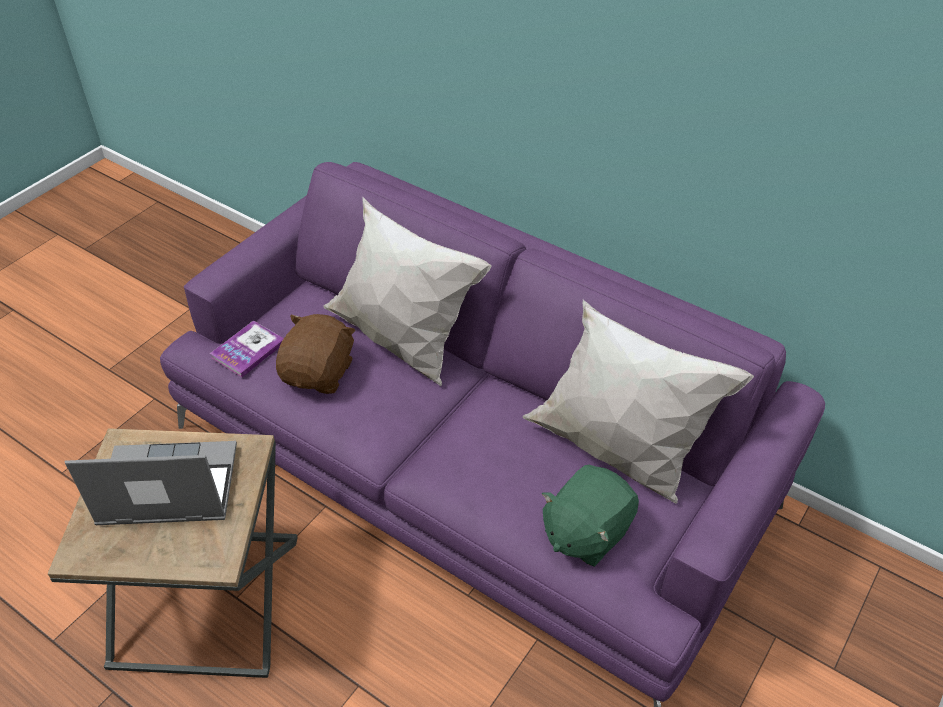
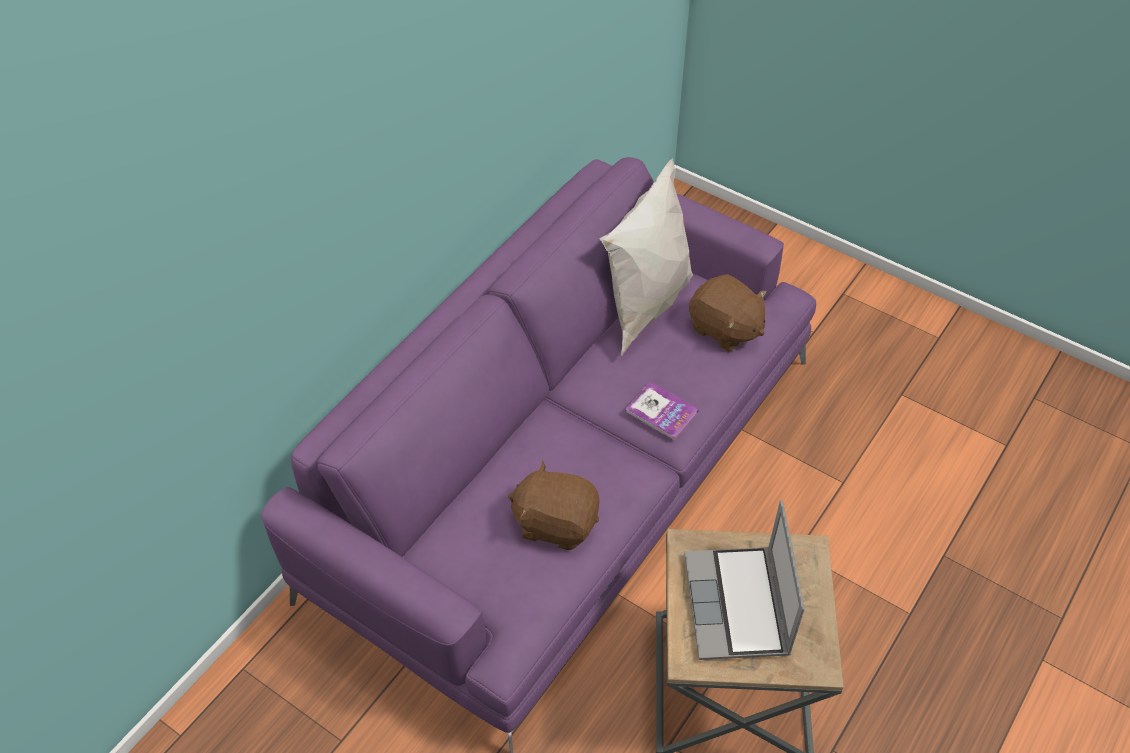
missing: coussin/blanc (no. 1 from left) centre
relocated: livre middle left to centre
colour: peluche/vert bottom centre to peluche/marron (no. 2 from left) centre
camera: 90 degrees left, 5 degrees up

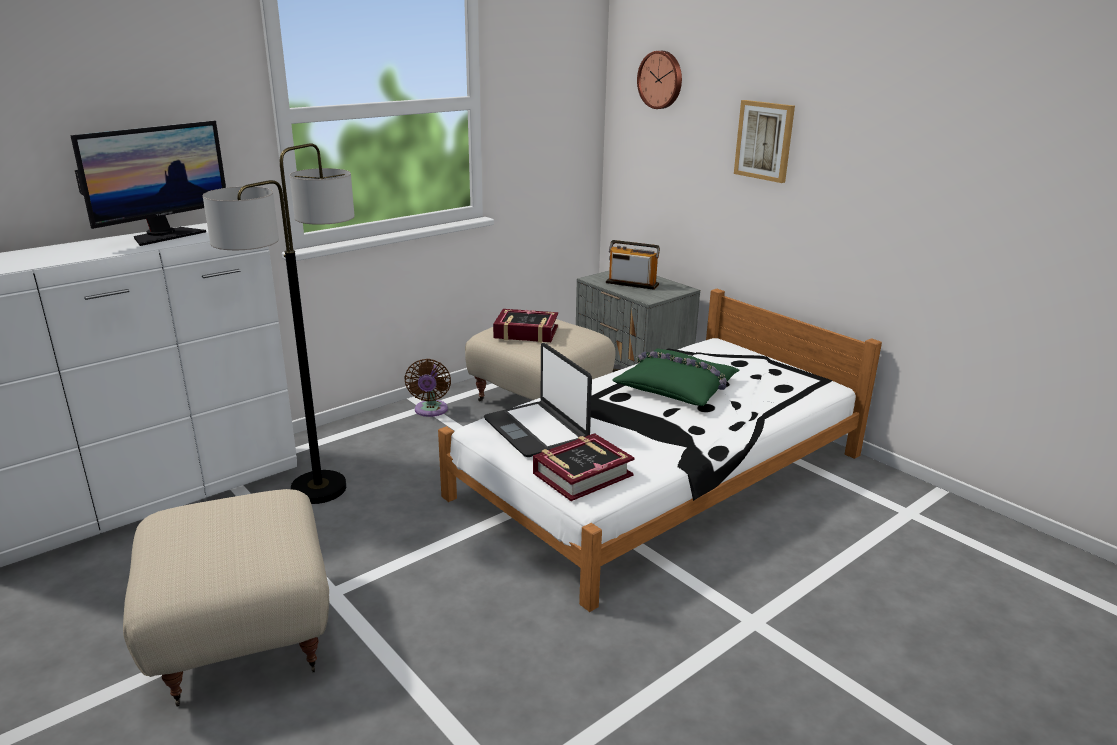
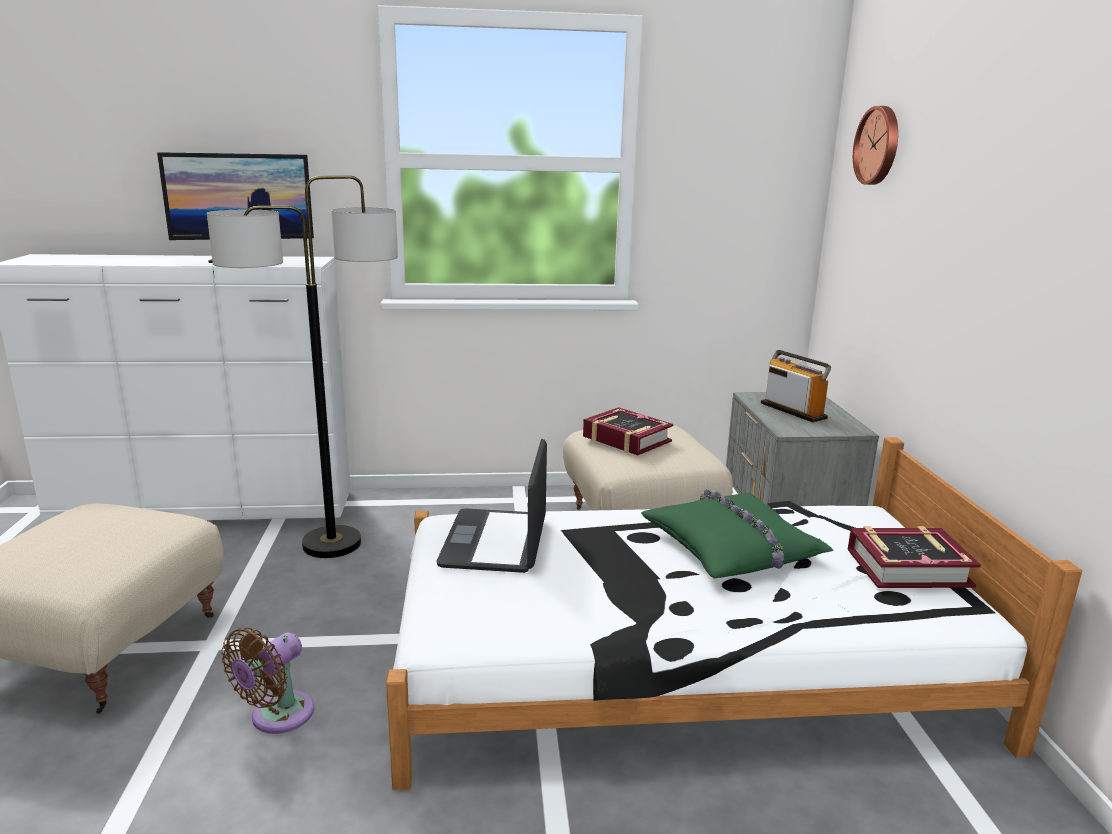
missing: tableau top right
relocated: ventilateur/marron centre to bottom left; livre (no. 2 from left) centre to bottom right
camera: 35 degrees right, 5 degrees down

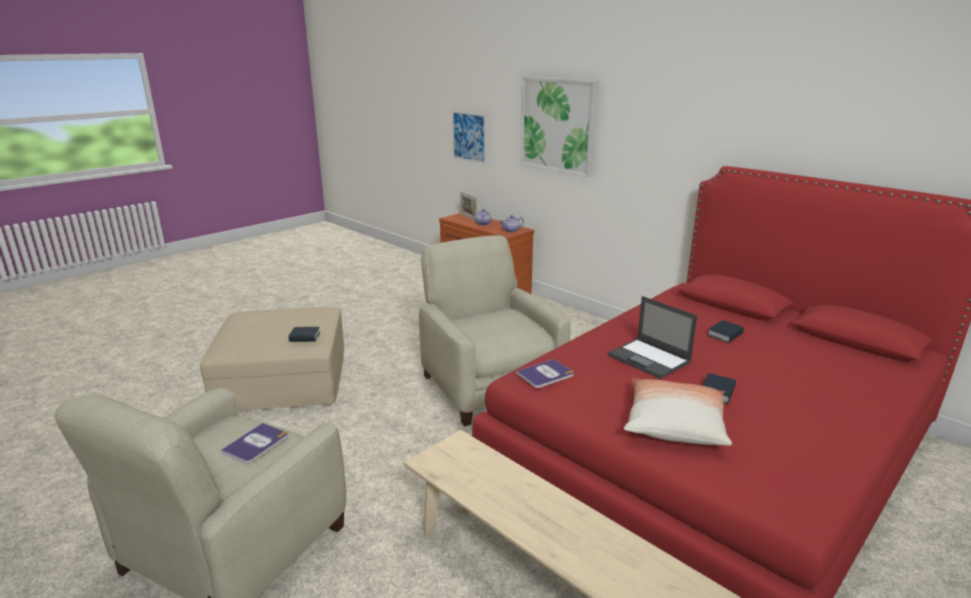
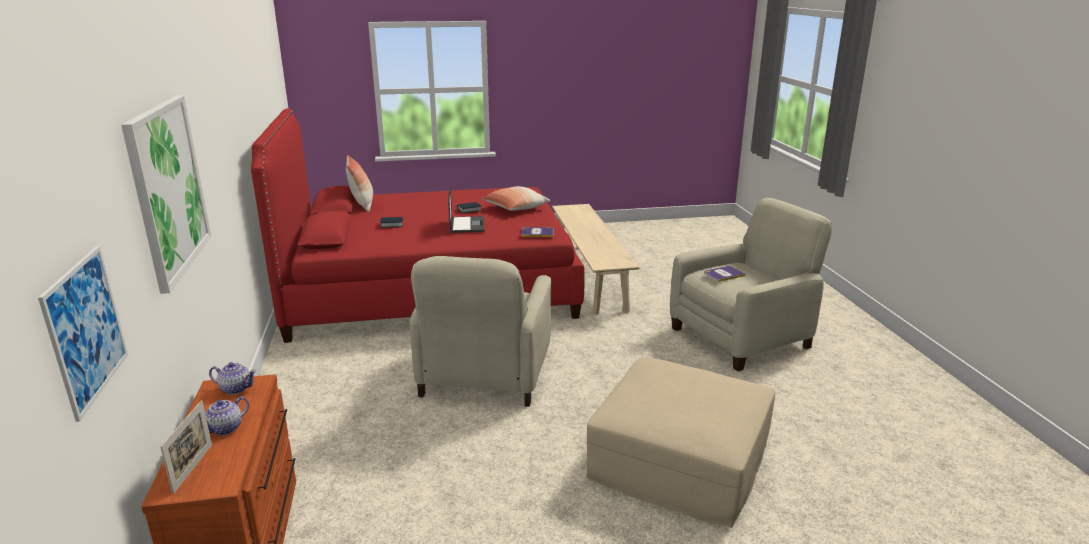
missing: livre (no. 2 from left) middle left
appeared: coussin (no. 1 from left) middle left
camera: 145 degrees left, 0 degrees up

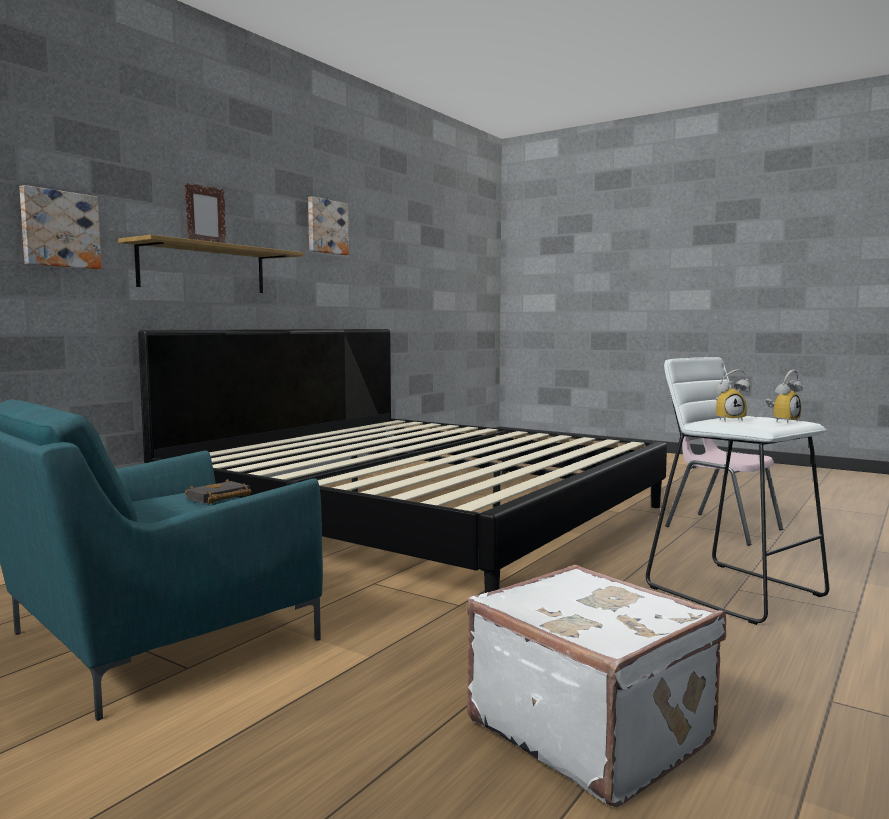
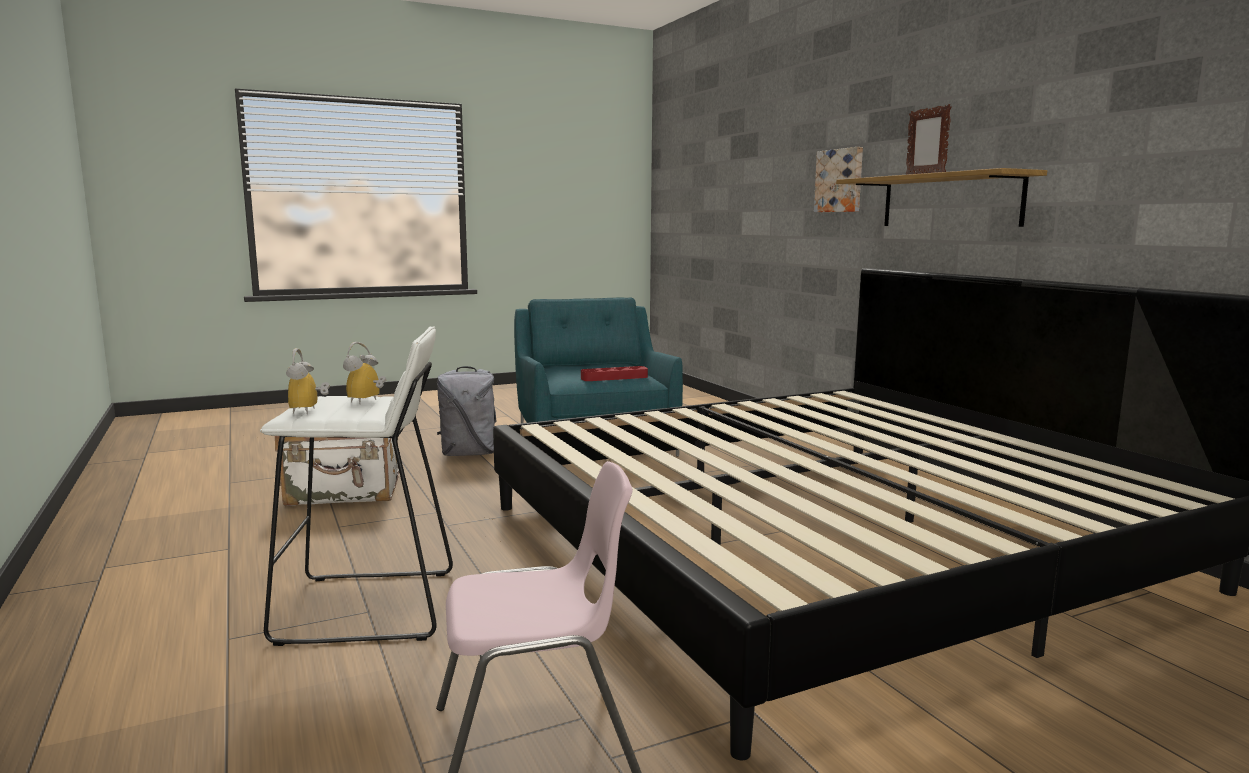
missing: tableau (no. 2 from left) top centre
appeared: sac à dos/gris centre
exchanged: livre/noir middle left to plateau/rouge centre
camera: 120 degrees right, 5 degrees up

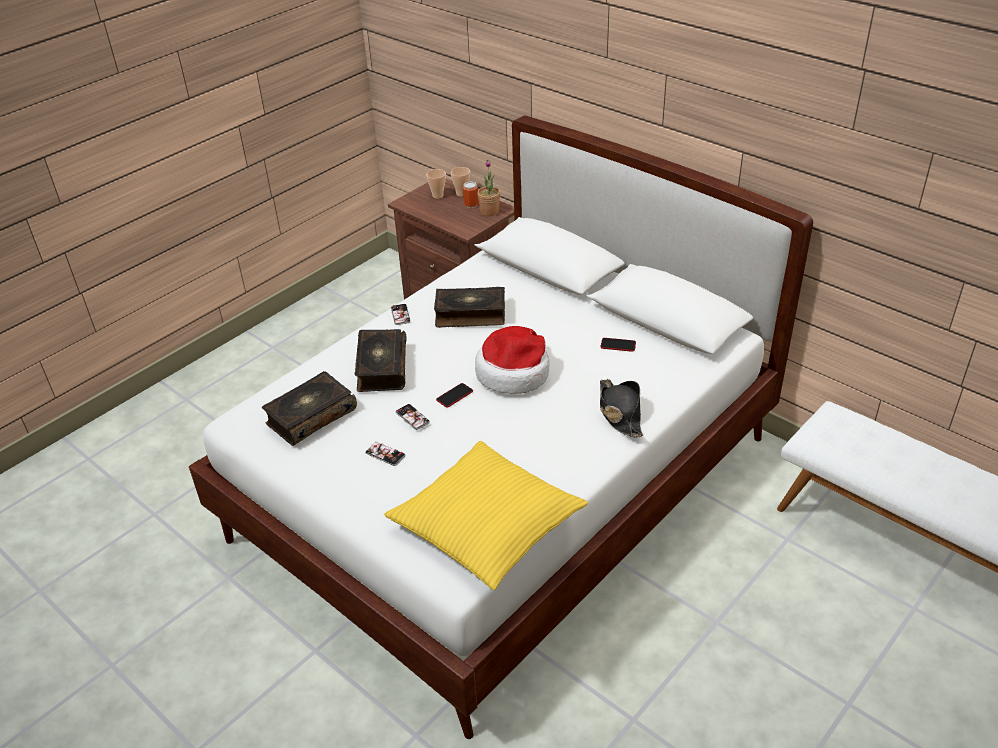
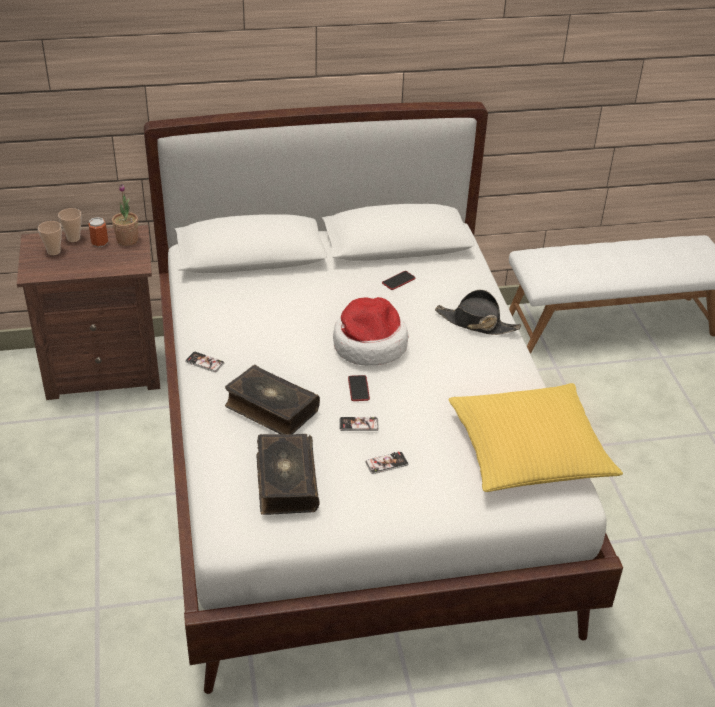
missing: livre (no. 3 from left) centre
camera: 55 degrees left, 0 degrees up

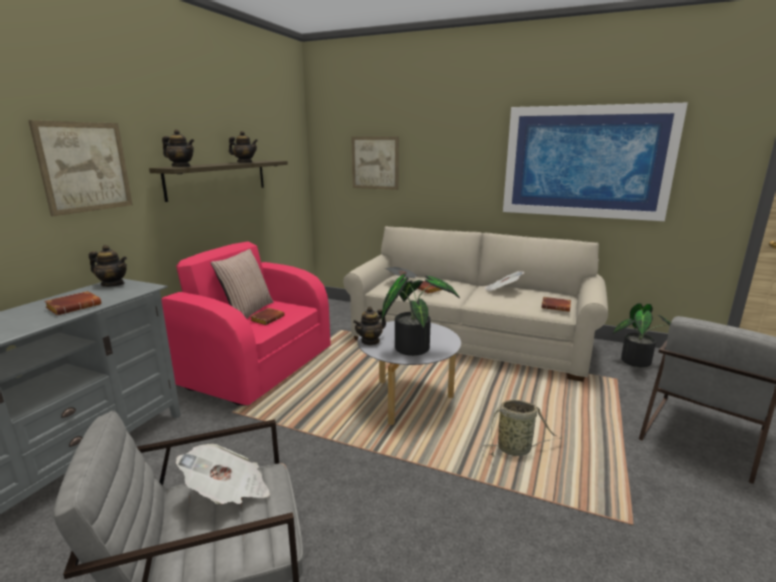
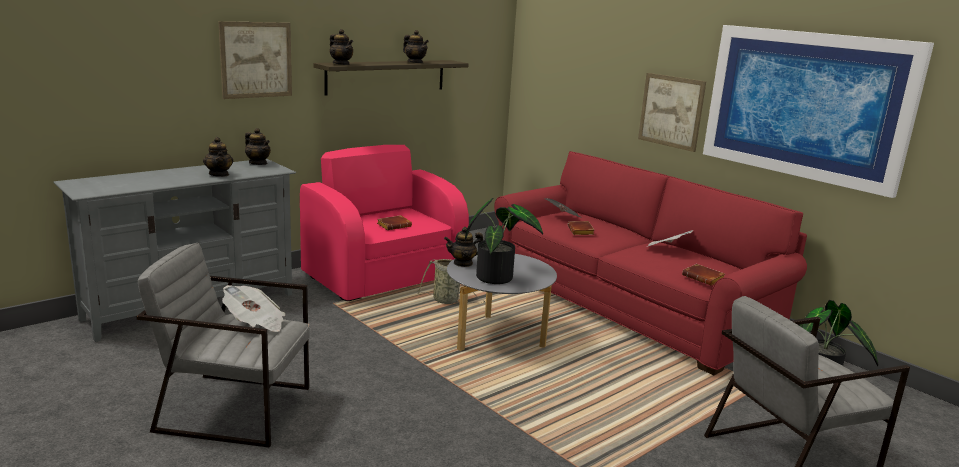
missing: coussin middle left
relocated: tableau (no. 2 from left) top centre to top right; panier bottom right to centre
exchanged: livre/marron (no. 1 from left) middle left to théière (no. 1 from left) middle left
colour: canapé/beige centre to canapé/rouge middle right
camera: 25 degrees right, 0 degrees up

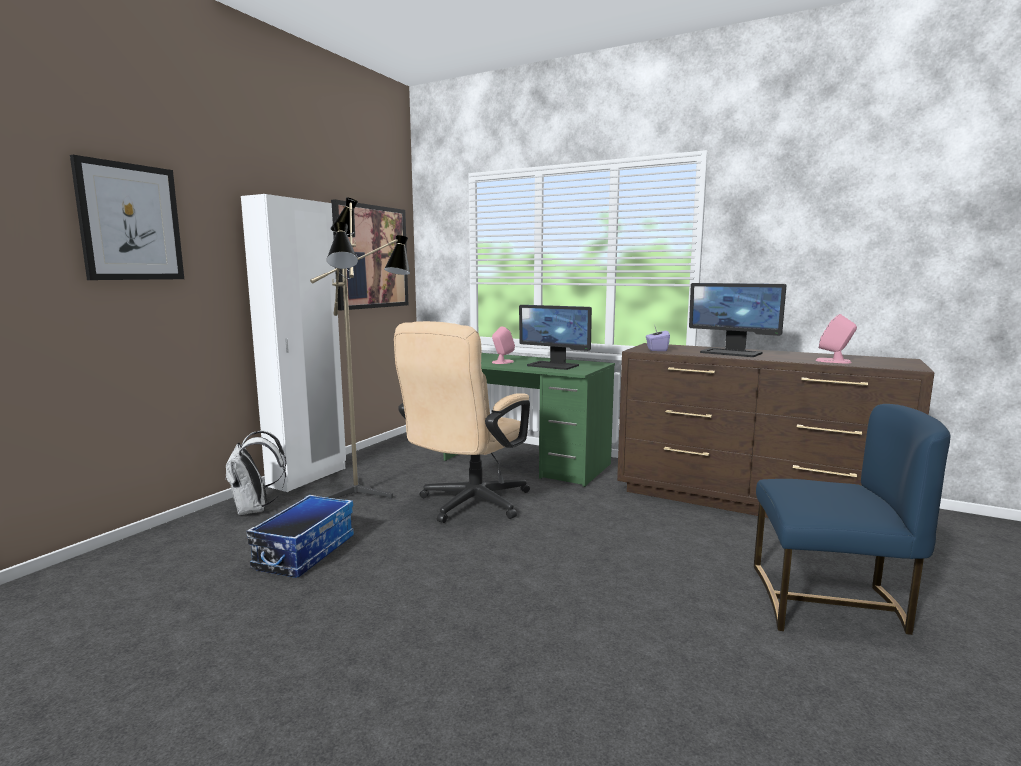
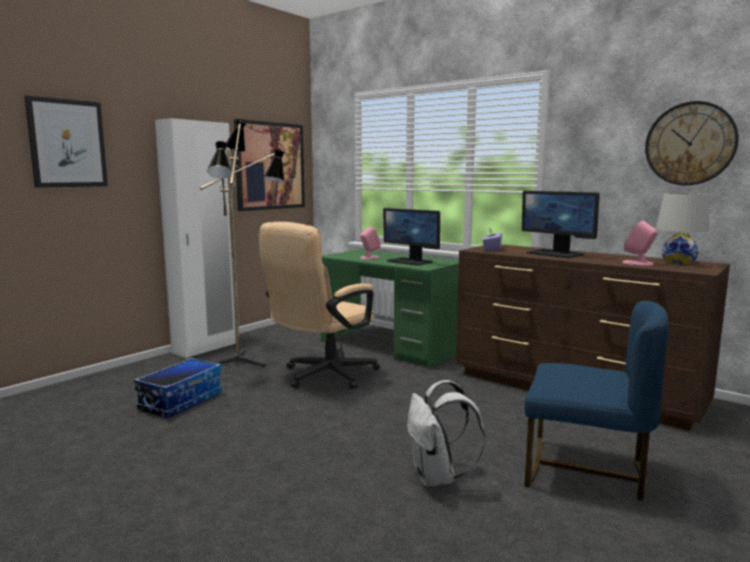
appeared: horloge murale top right; lampe de table/blanc middle right
relocated: sac à dos/blanc middle left to bottom centre
camera: 10 degrees right, 0 degrees up

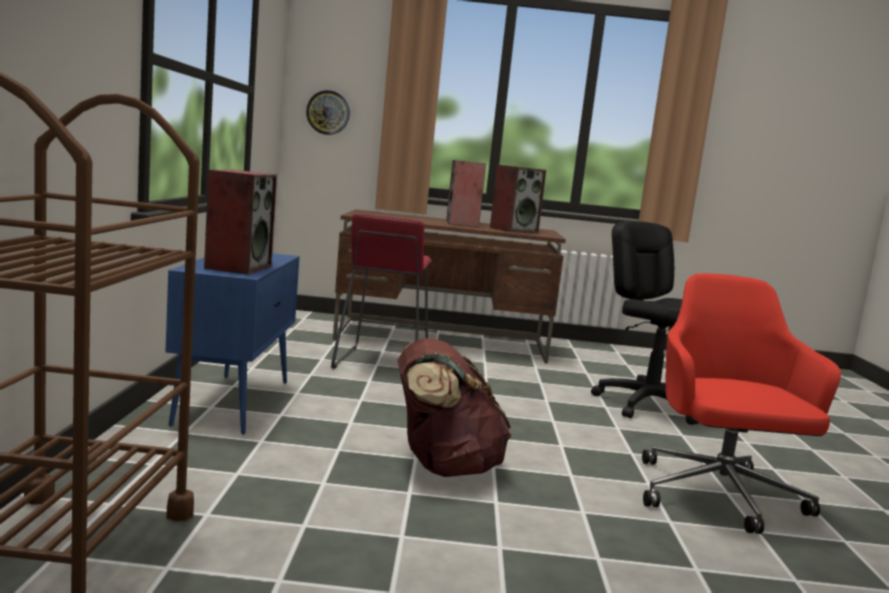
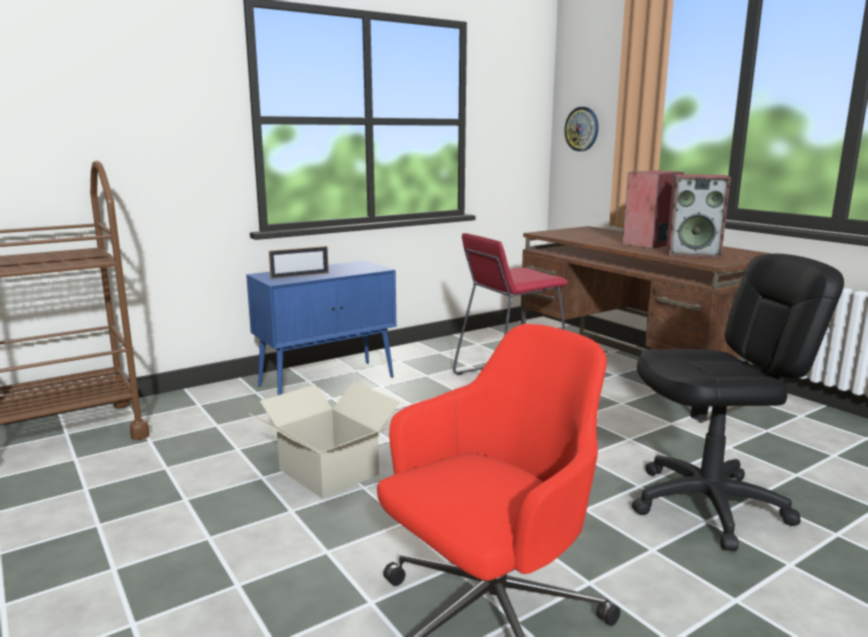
exchanged: enceinte (no. 1 from left) middle left to cadre photo centre; sac à dos/marron bottom centre to carton bottom centre
spun: chaise de bureau/noir middle right = middle right 60 degrees clockwise
camera: 55 degrees right, 5 degrees up

